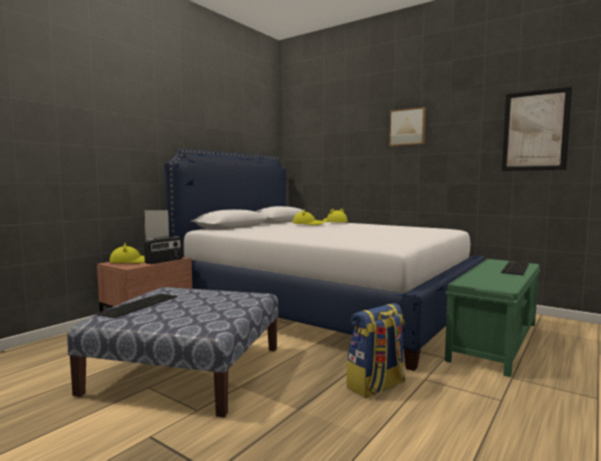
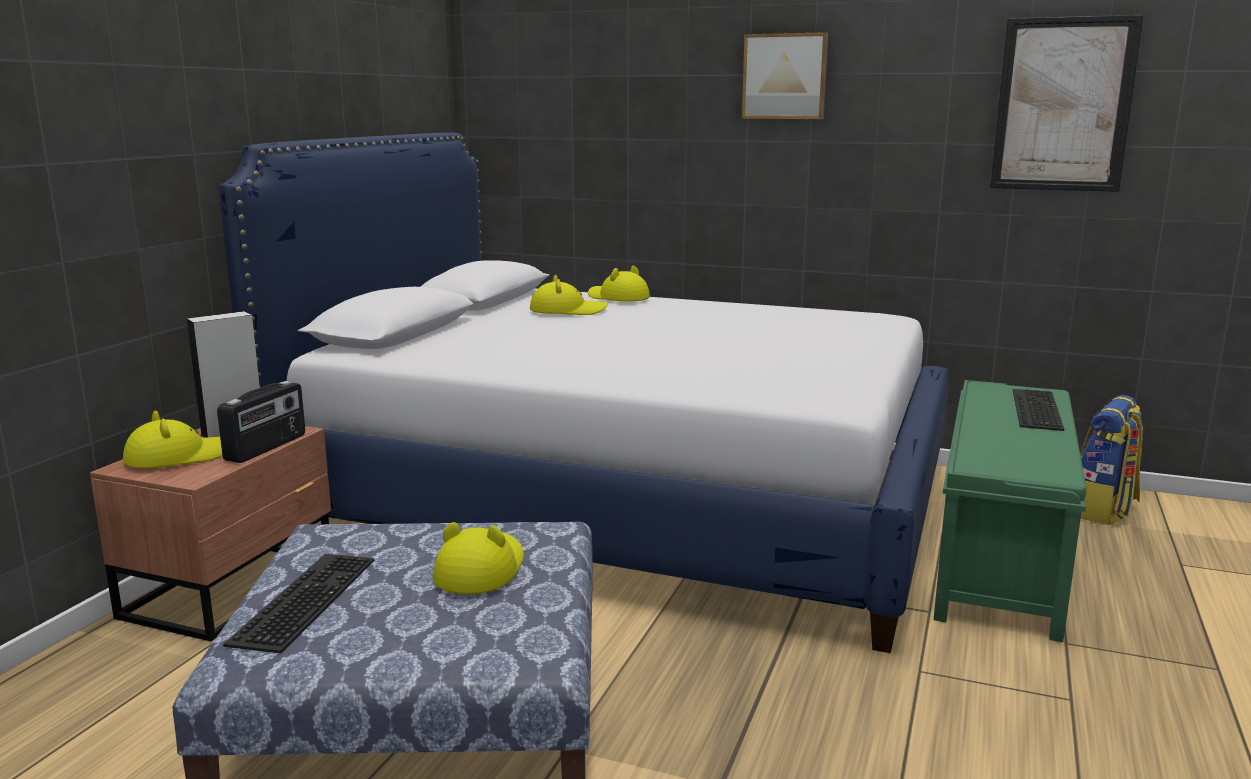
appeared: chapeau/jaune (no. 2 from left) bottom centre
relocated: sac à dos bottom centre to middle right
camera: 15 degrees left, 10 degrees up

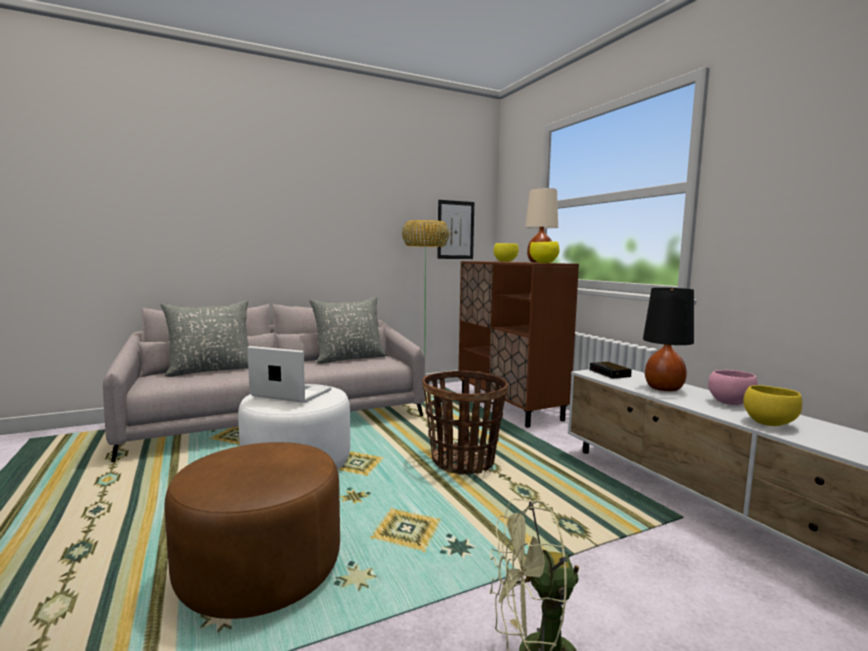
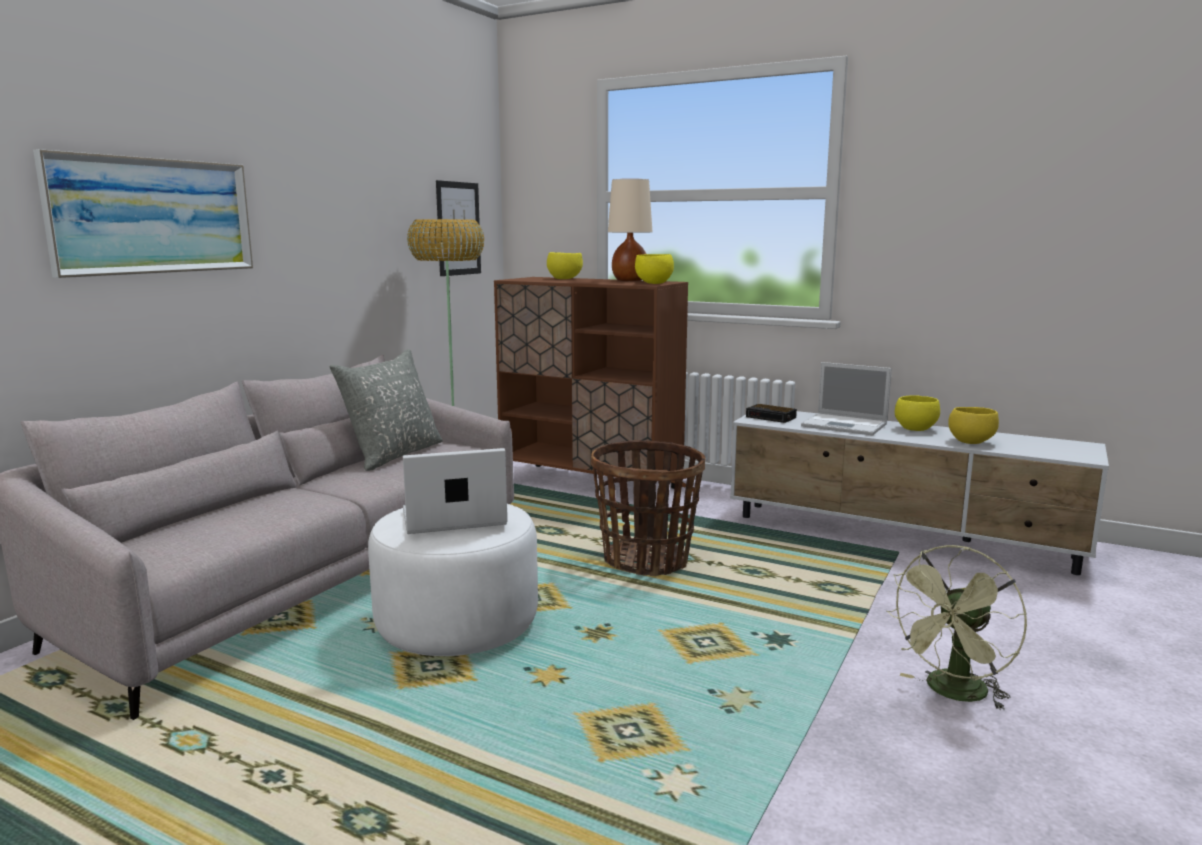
missing: coussin/gris (no. 1 from left) middle left; pouf/marron bottom left
appeared: tableau (no. 1 from left) top left
exchanged: lampe de table/noir middle right to ordinateur portable (no. 2 from left) middle right
colour: bol/rose middle right to bol/jaune (no. 3 from left) middle right
camera: 35 degrees left, 5 degrees up

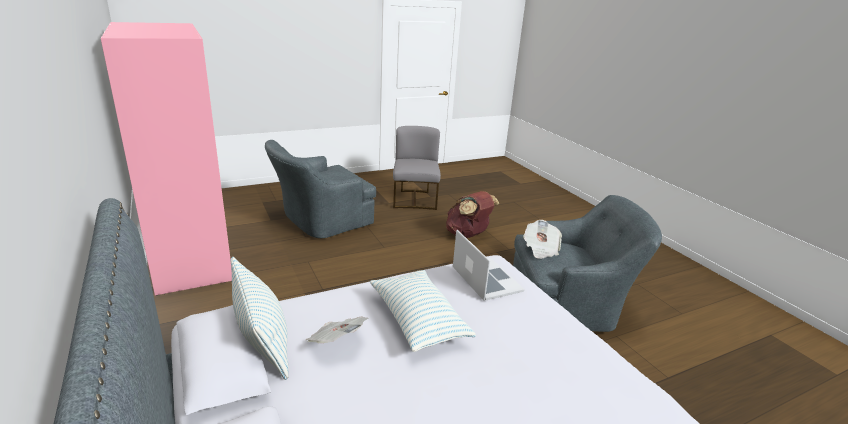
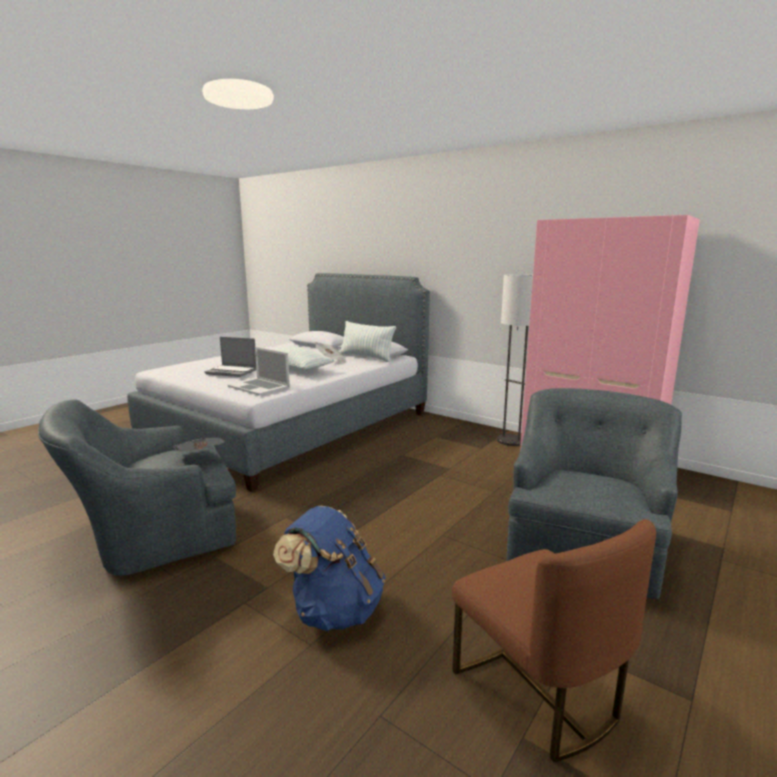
appeared: ordinateur portable (no. 1 from left) middle left; lampadaire centre
colour: chaise/gris centre to chaise/marron bottom right; sac à dos/marron centre to sac à dos/bleu bottom centre
camera: 155 degrees right, 10 degrees down

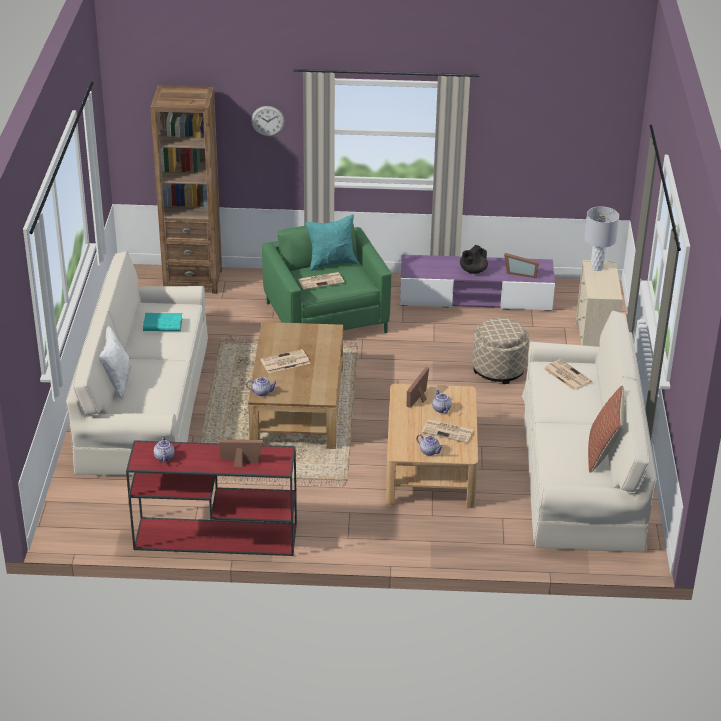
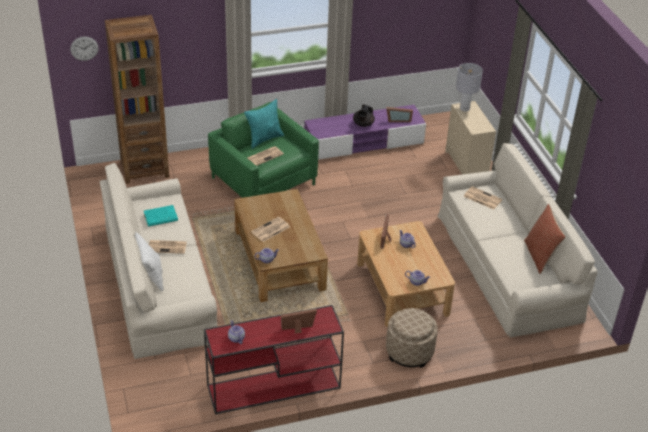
relocated: horloge murale top centre to top left; journal (no. 3 from left in the first image) centre to journal (no. 1 from left) middle left; pouf/beige middle right to bottom centre
camera: 20 degrees left, 5 degrees up

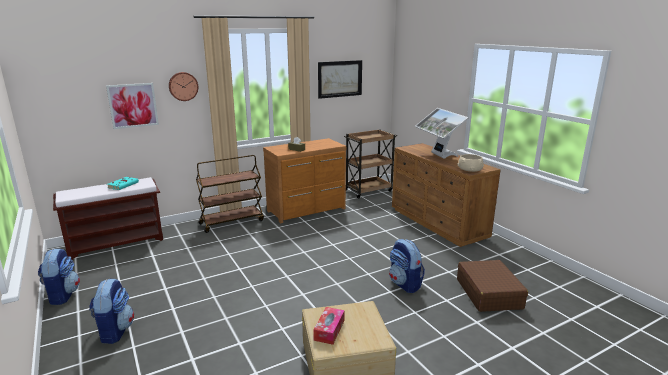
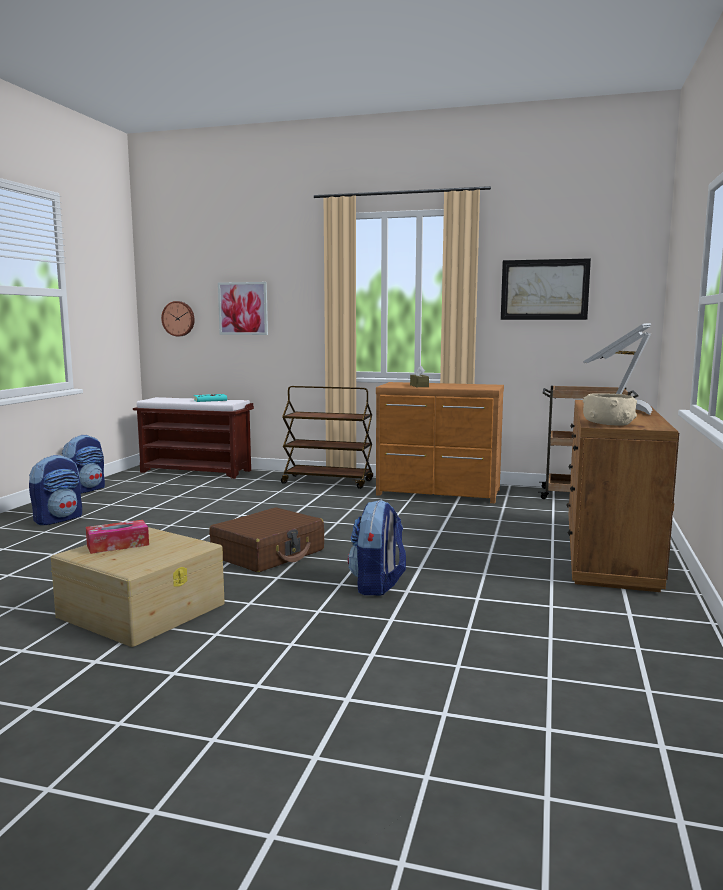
relocated: horloge murale top left to middle left; valise/marron bottom right to centre
camera: 45 degrees right, 10 degrees down

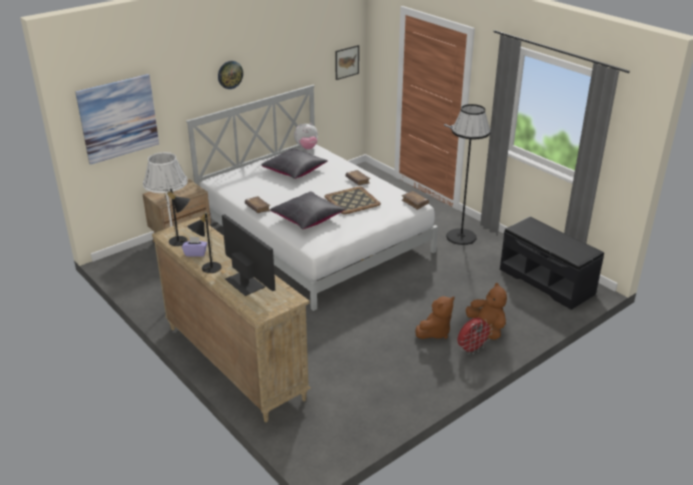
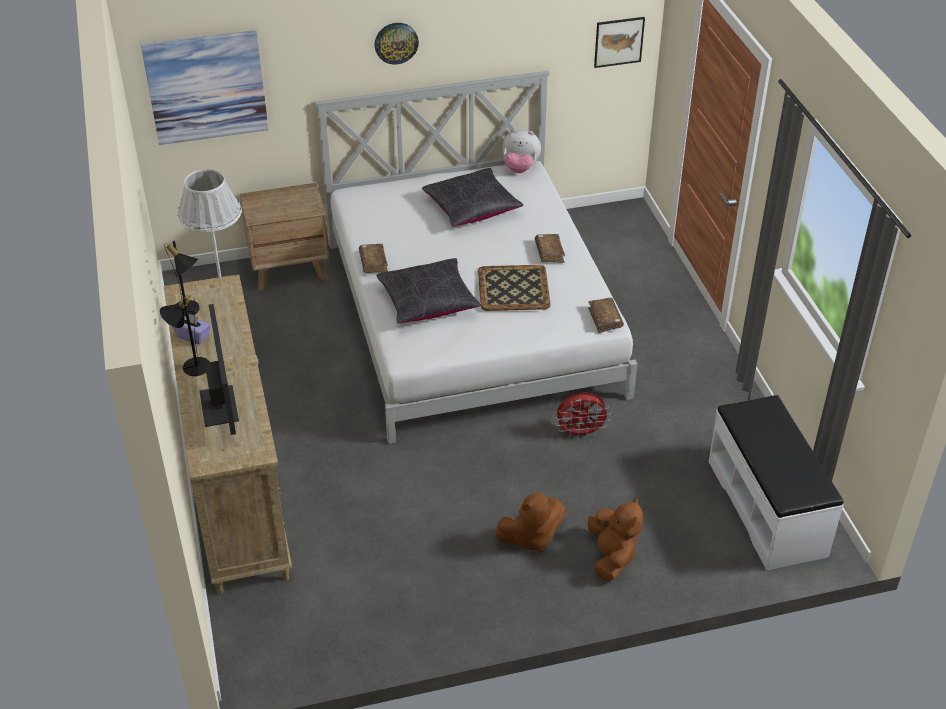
missing: lampadaire/noir middle right
relocated: ventilateur/rouge bottom right to centre
colour: banc/noir middle right to banc/blanc bottom right
camera: 25 degrees right, 10 degrees up

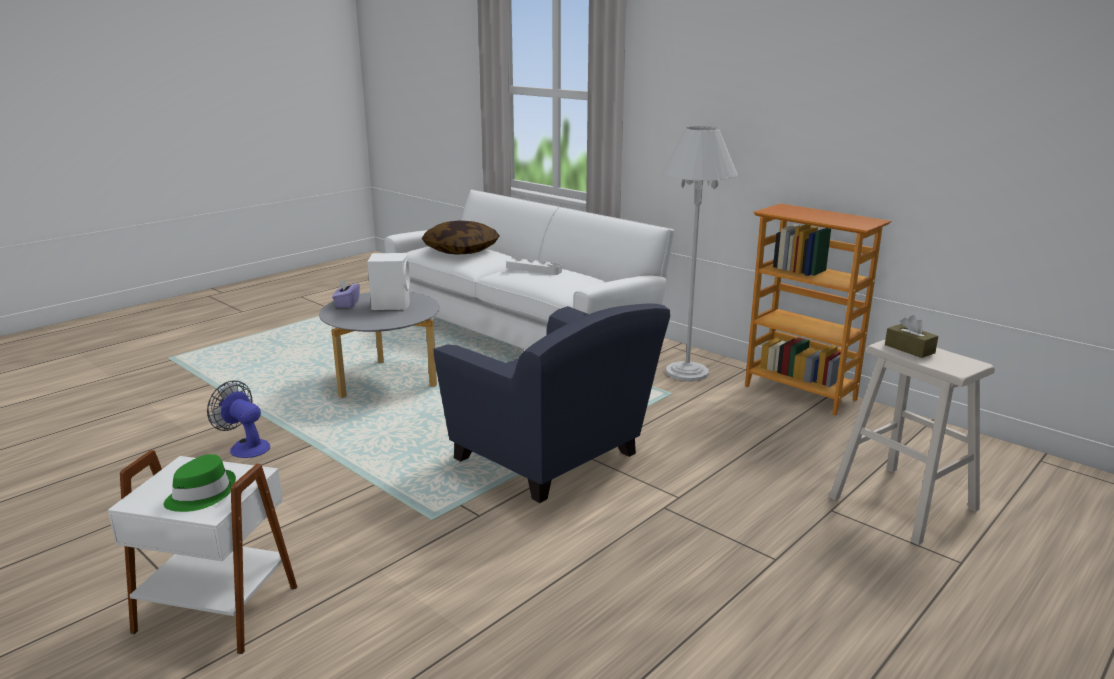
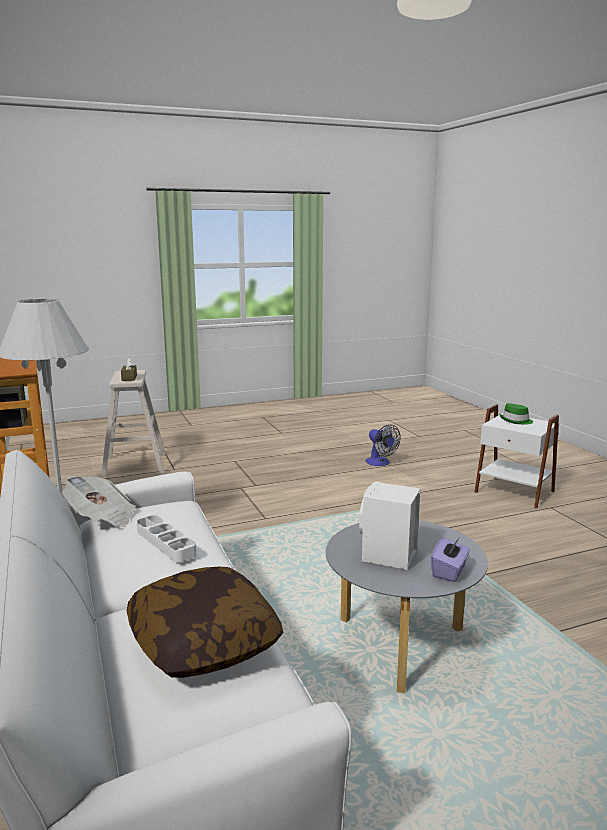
missing: fauteuil/bleu centre
appeared: journal middle left
relocated: ventilateur middle left to centre
camera: 155 degrees left, 5 degrees down

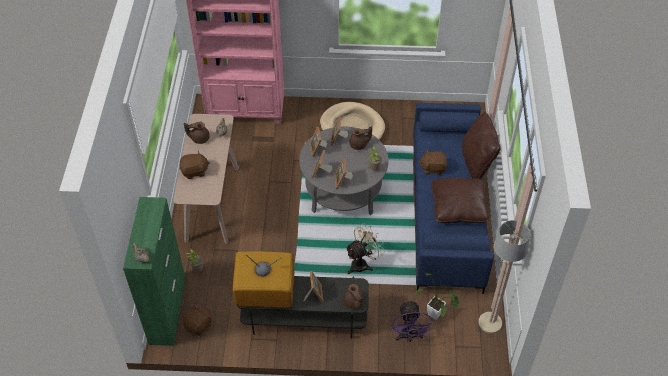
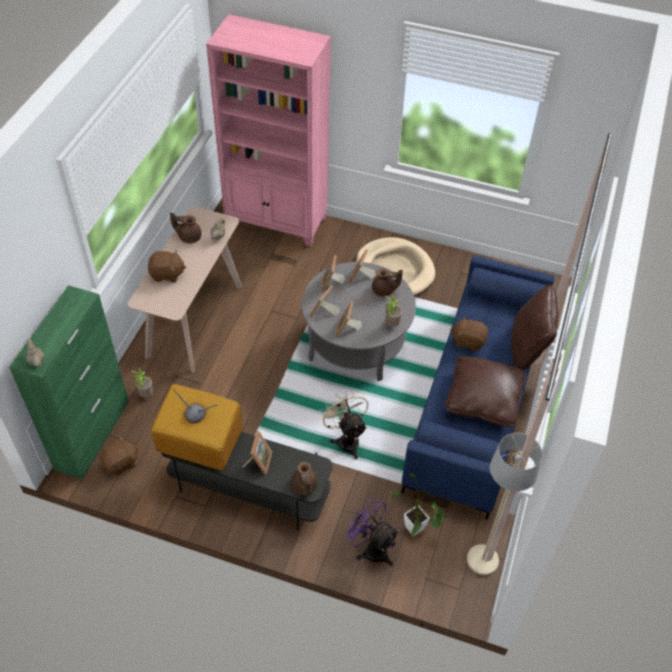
spun: ventilateur/beige centre = centre 90 degrees counterclockwise; ventilateur/violet bottom centre = bottom centre 120 degrees clockwise
camera: 15 degrees right, 0 degrees up

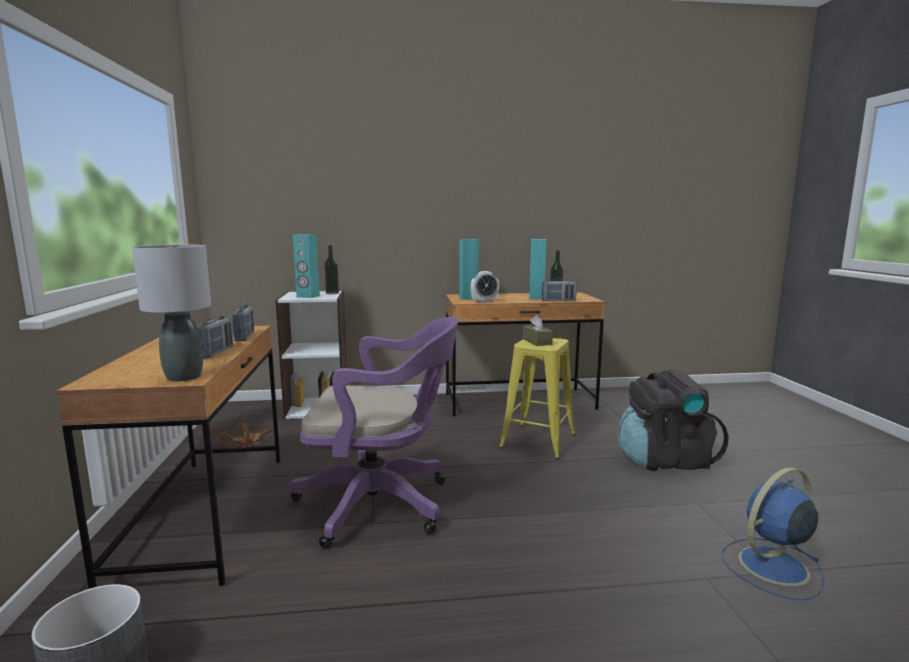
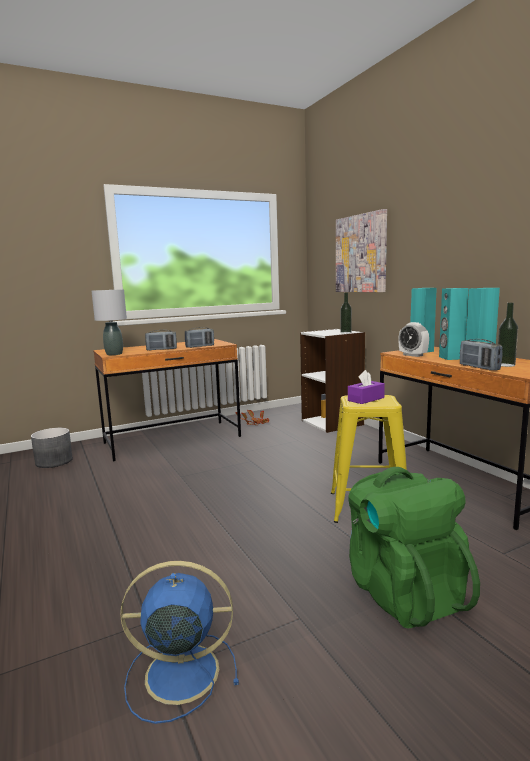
missing: chaise de bureau/violet centre
appeared: tableau top right
relocated: enceinte/turquoise (no. 1 from left in the first image) centre to enceinte/turquoise (no. 2 from left) middle right
colour: boîte à mouchoirs/marron centre to boîte à mouchoirs/violet middle right; sac à dos/noir middle right to sac à dos/vert bottom right
spun: ventilateur/bleu bottom right = bottom centre 45 degrees counterclockwise
camera: 70 degrees right, 0 degrees up

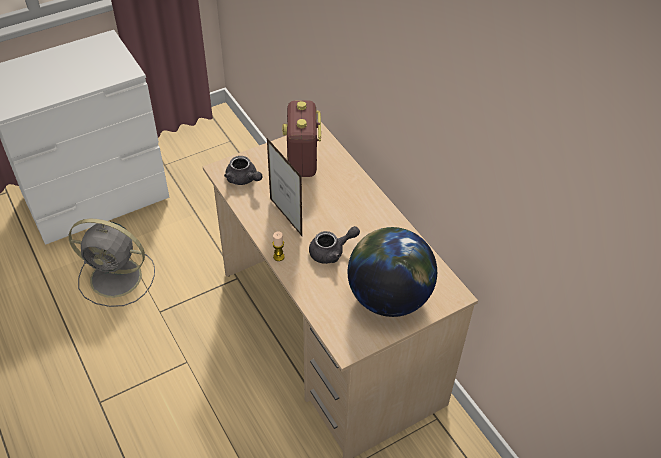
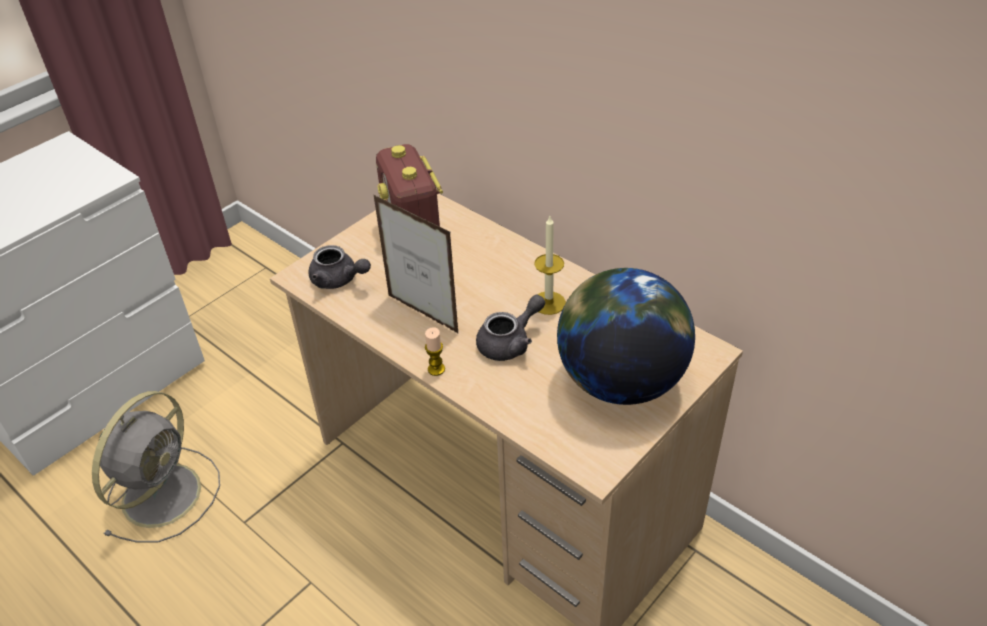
appeared: bougie (no. 2 from left) centre
spun: ventilateur/gris middle left = bottom left 60 degrees counterclockwise
camera: 15 degrees left, 5 degrees down

